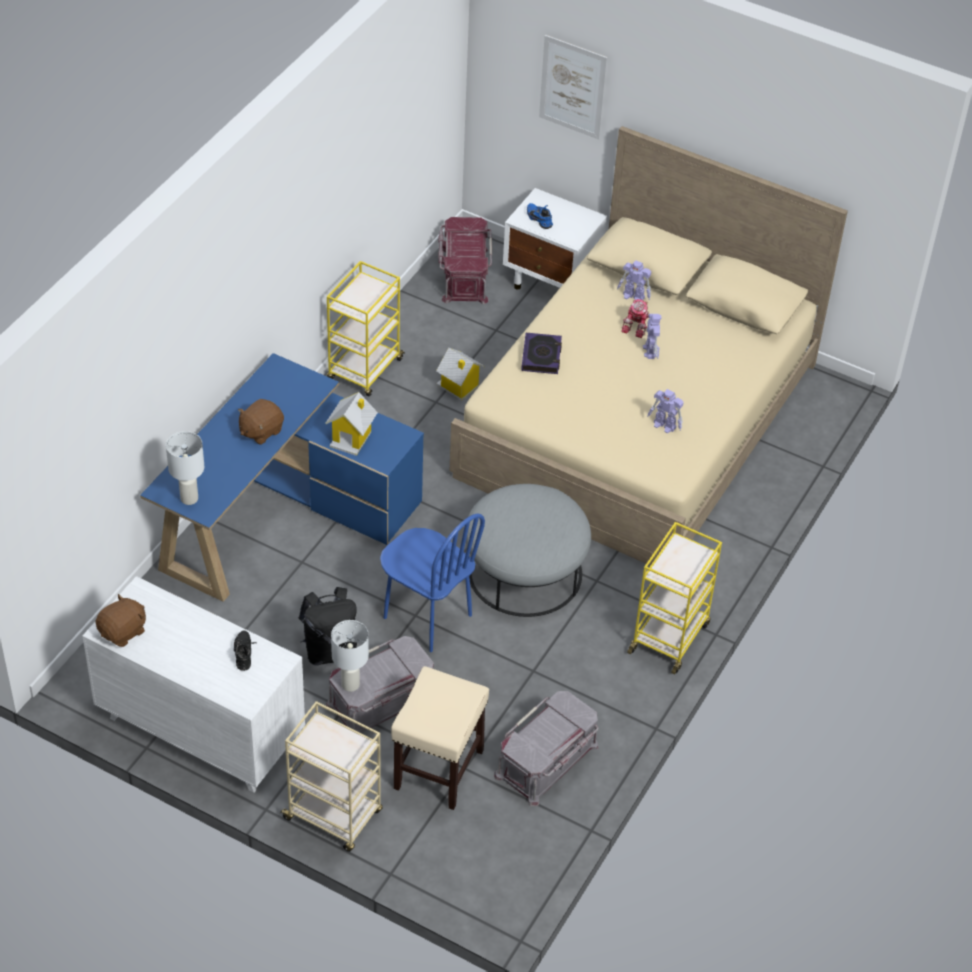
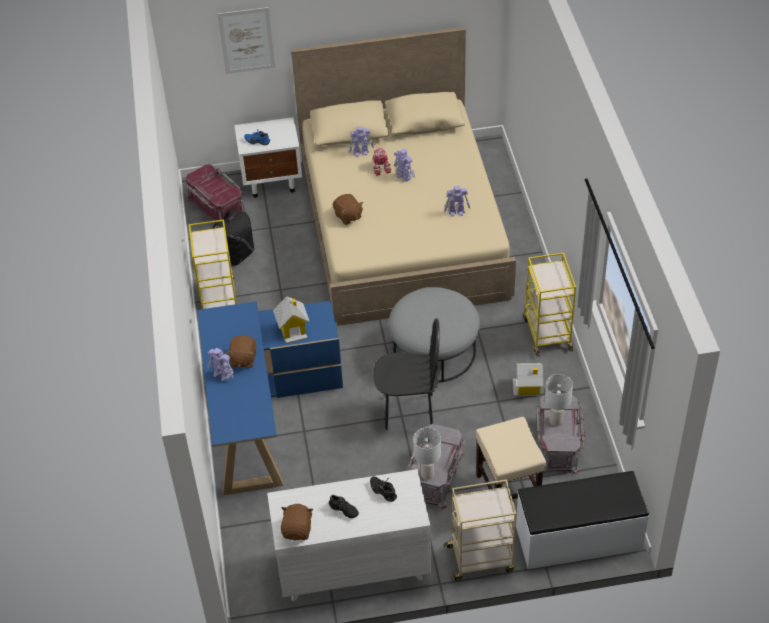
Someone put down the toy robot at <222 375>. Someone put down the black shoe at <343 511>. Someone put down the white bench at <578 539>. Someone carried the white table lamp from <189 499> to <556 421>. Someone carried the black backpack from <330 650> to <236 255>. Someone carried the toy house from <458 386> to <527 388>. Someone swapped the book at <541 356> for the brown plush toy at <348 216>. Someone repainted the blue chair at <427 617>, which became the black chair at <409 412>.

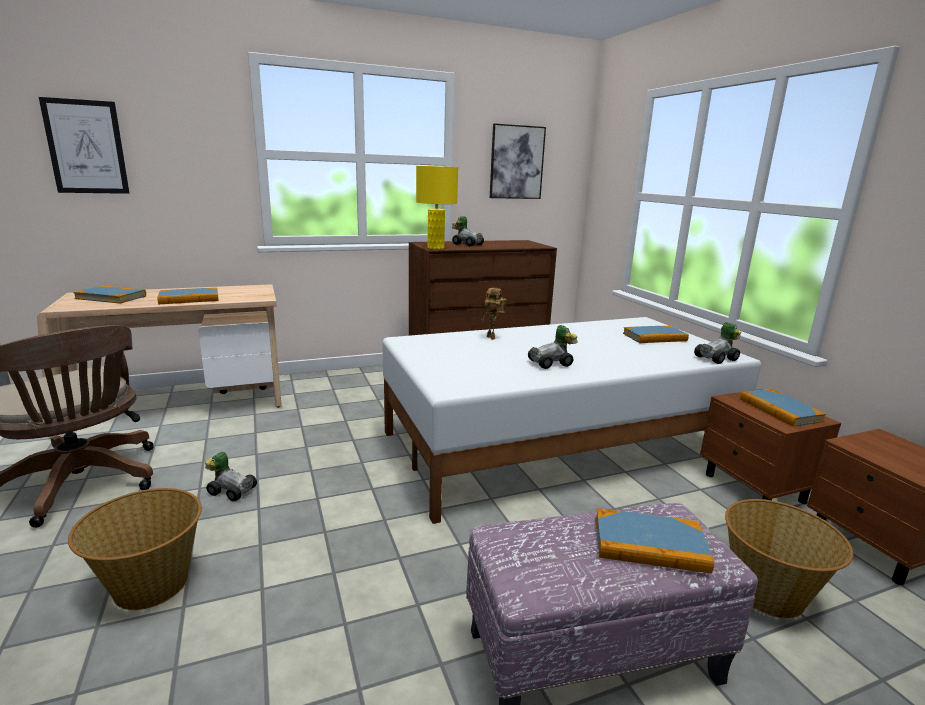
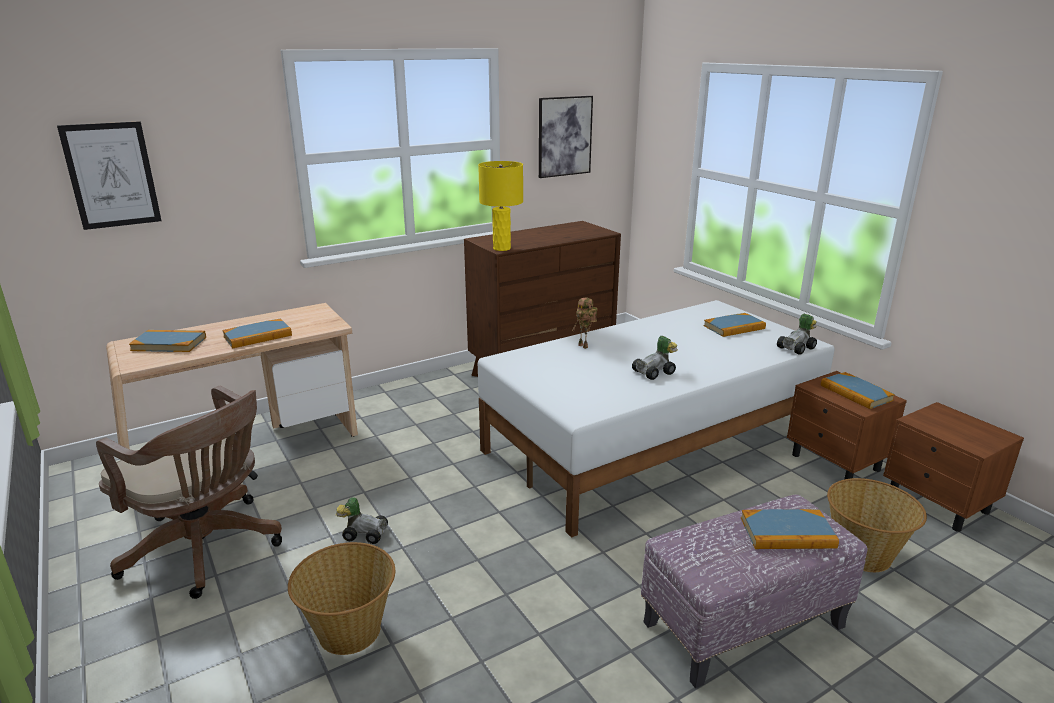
Someone took away the toy car at <466 244>.

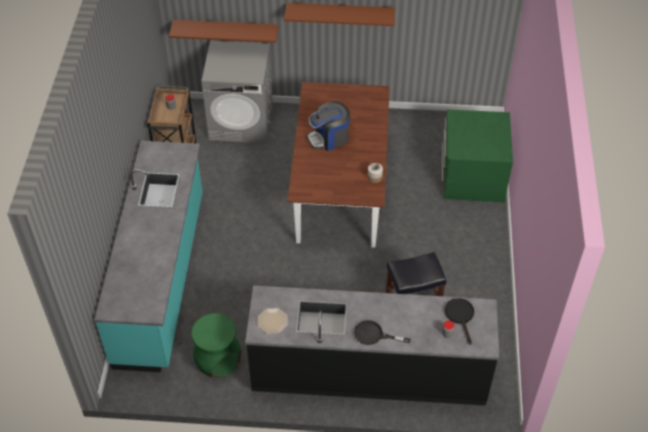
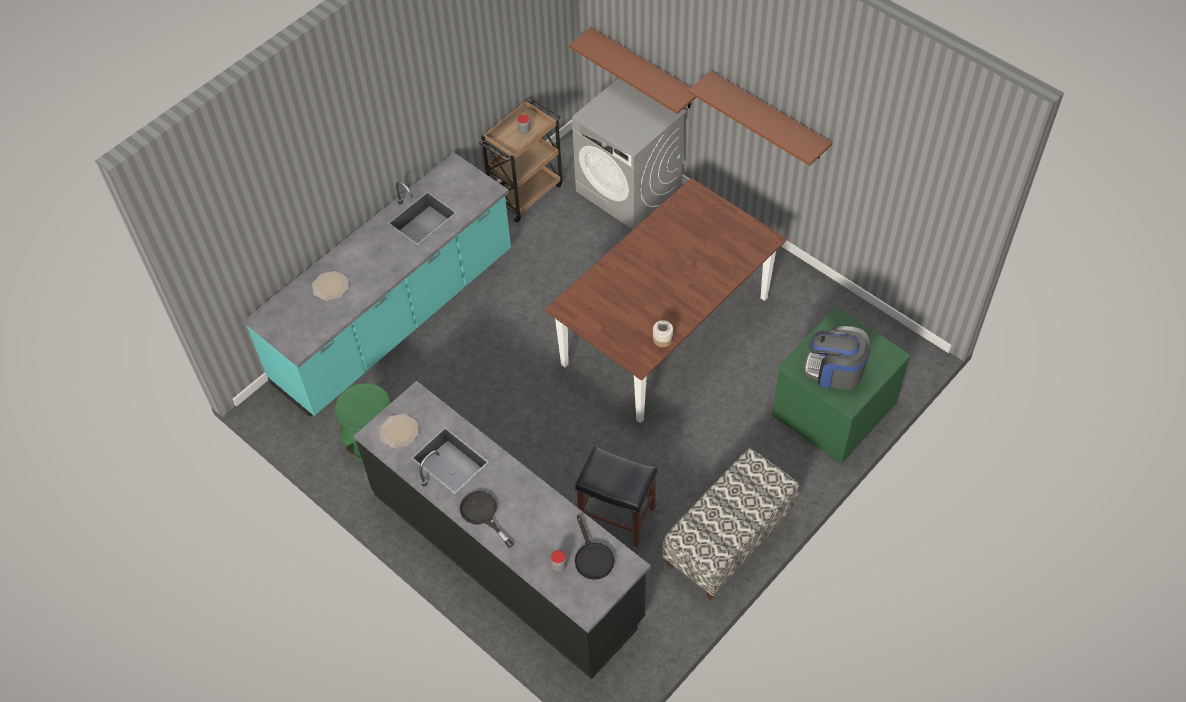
Someone put down the plate at <330 286>. Someone put down the bench at <729 540>. Someone carried the coffee machine from <329 138> to <835 371>. Someone rotated the black frying pan at <460 316> by 135 degrees clockwise.

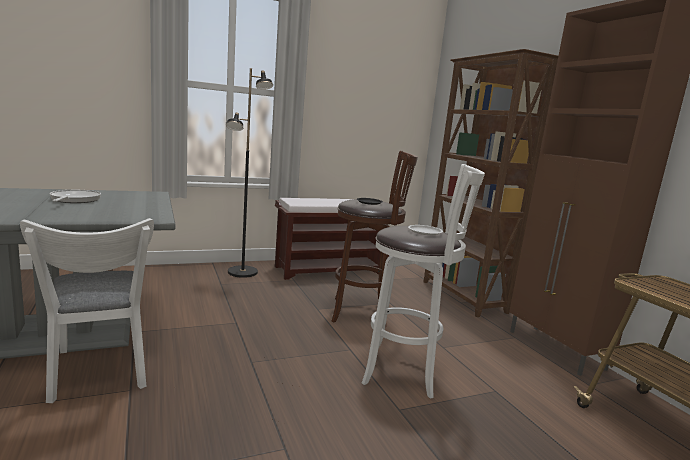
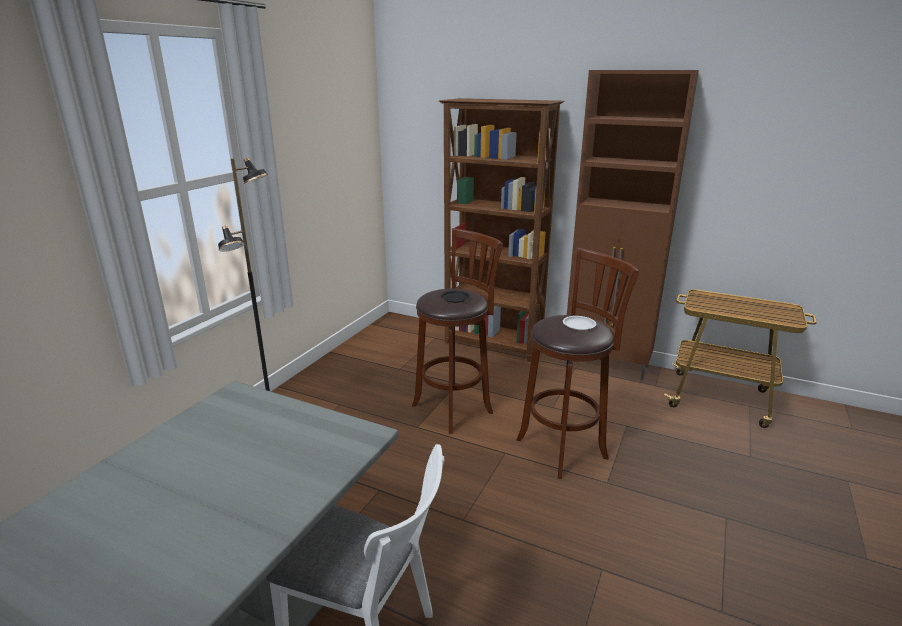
Someone took away the frying pan at <74 200>. Someone took away the brown bench at <329 270>. Someone repainted the white stool at <405 371>, which became the brown stool at <565 447>.

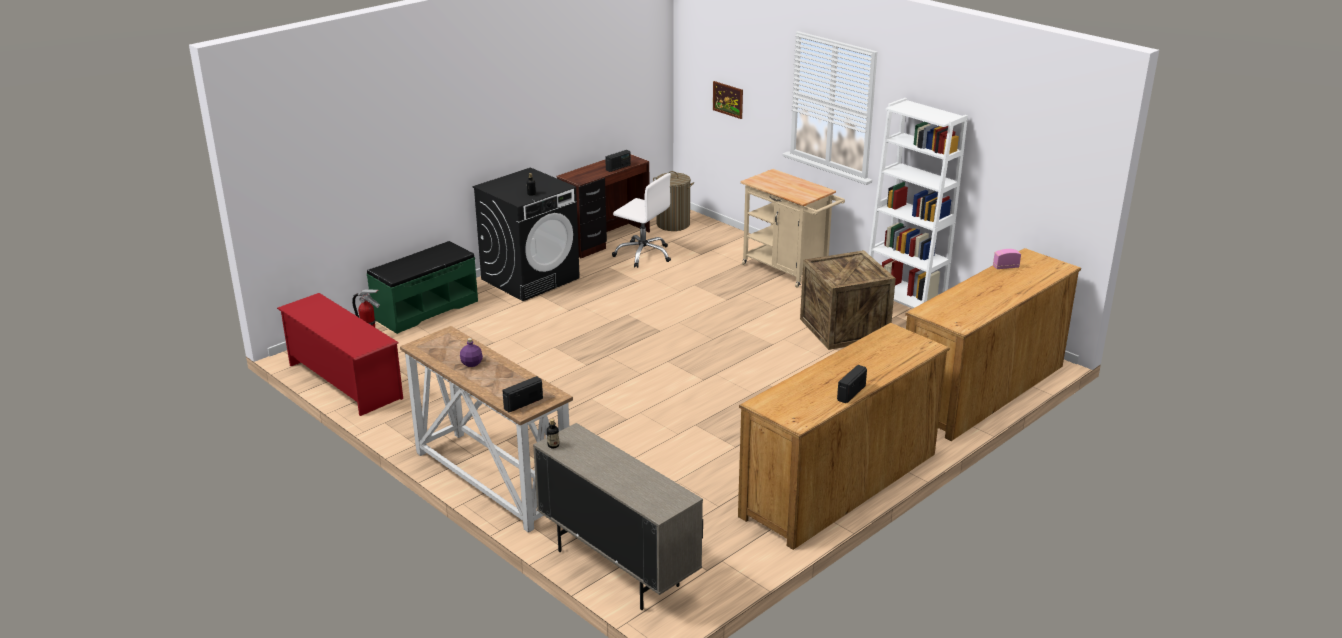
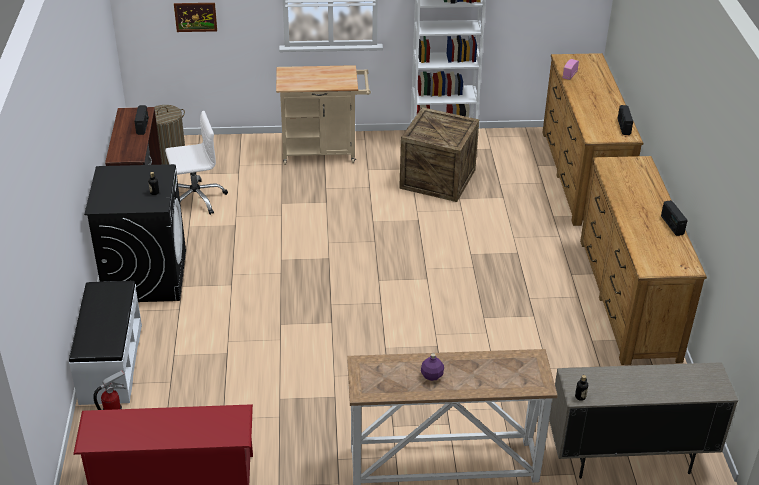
Someone carried the radio from <523 403> to <623 127>. Someone repainted the green bench at <425 309>, which became the white bench at <110 363>.

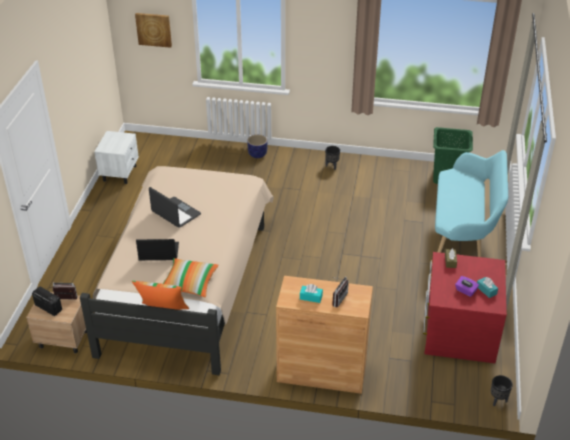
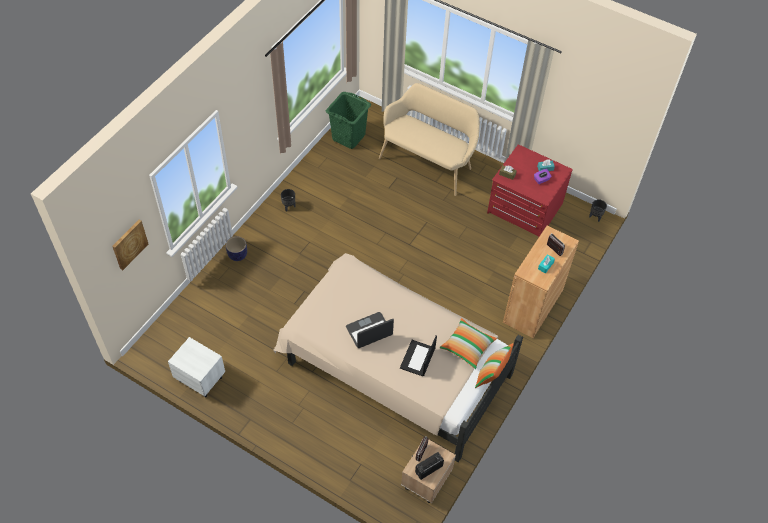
Someone repainted the turquoise bench at <462 238>, which became the beige bench at <428 162>.

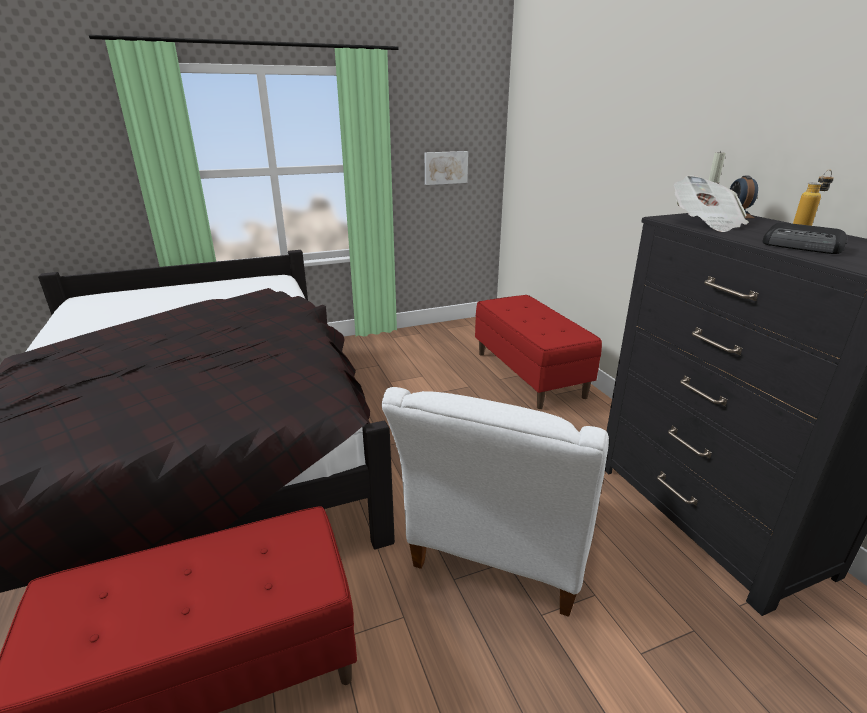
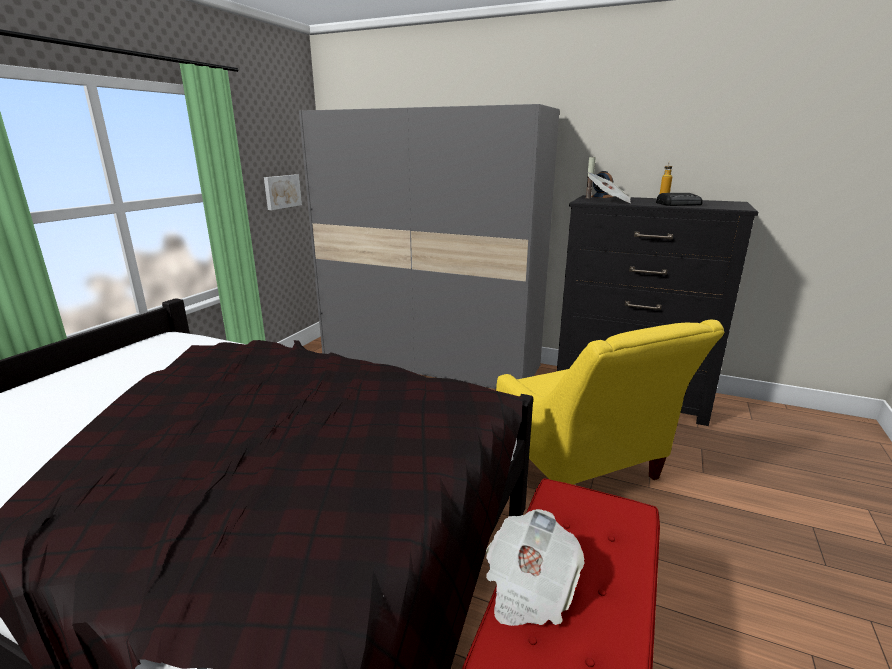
Someone put down the newspaper at <529 588>. Someone swapped the red bench at <529 374> for the grey wardrobe at <429 361>. Someone repainted the white armchair at <500 551>, which became the yellow armchair at <583 471>.

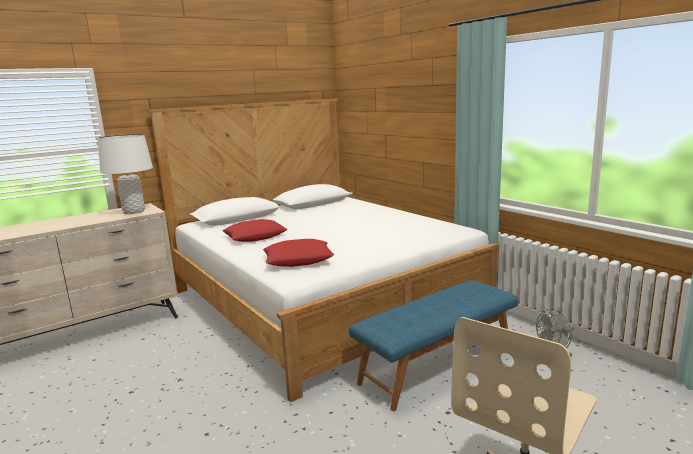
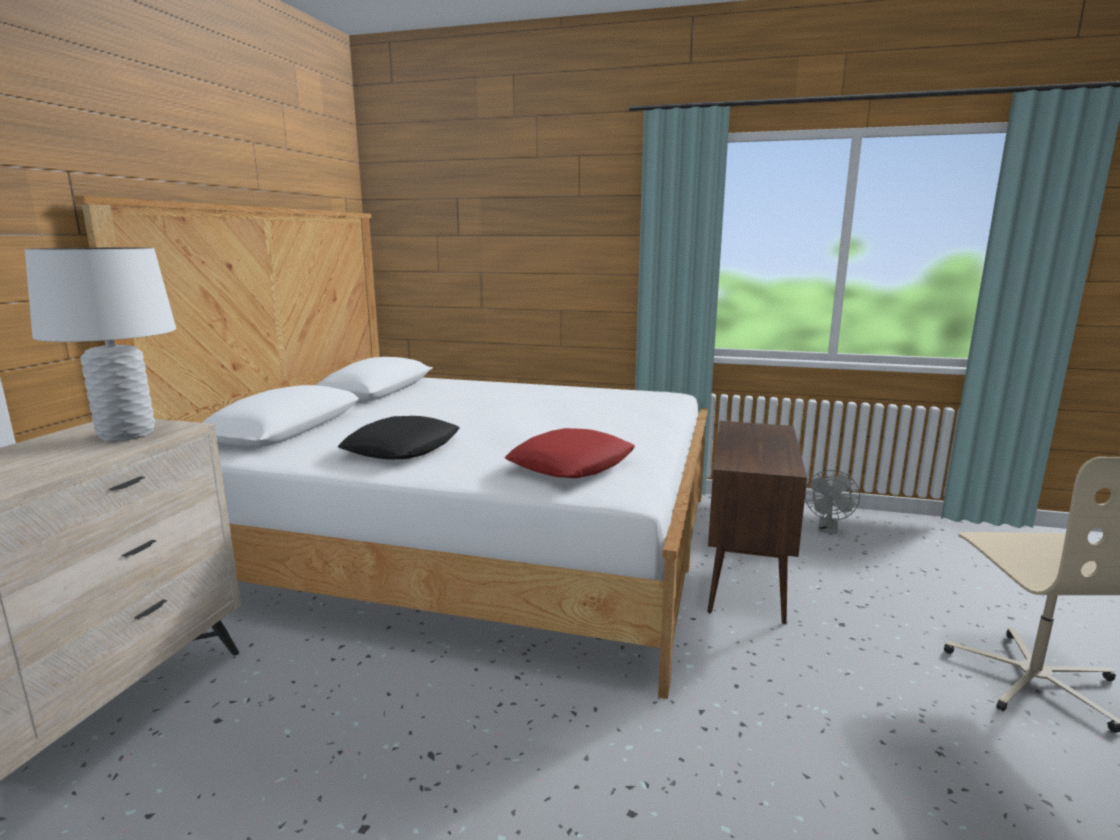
Someone swapped the blue bench at <436 365> for the brown cabinet at <745 576>. Someone repainted the red pillow at <255 236>, which became the black pillow at <402 448>.

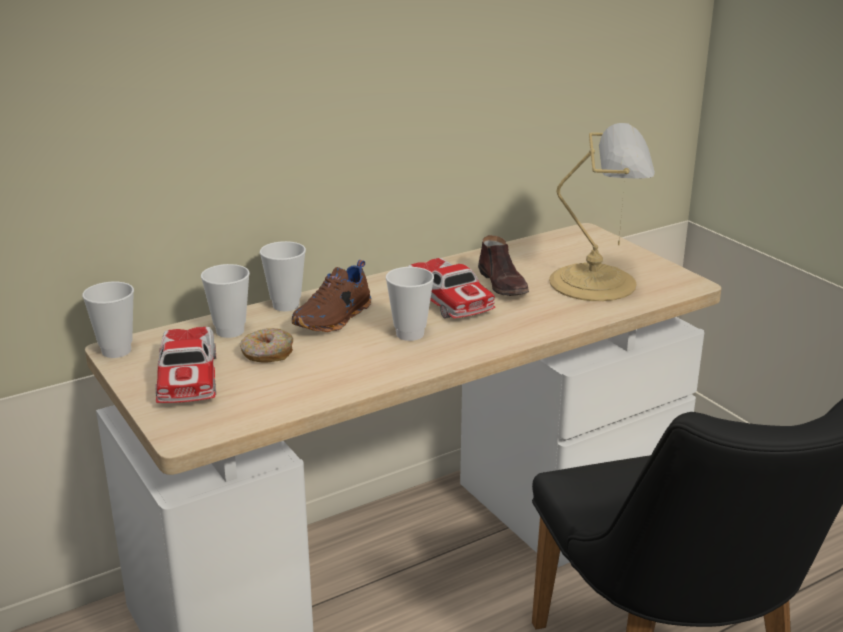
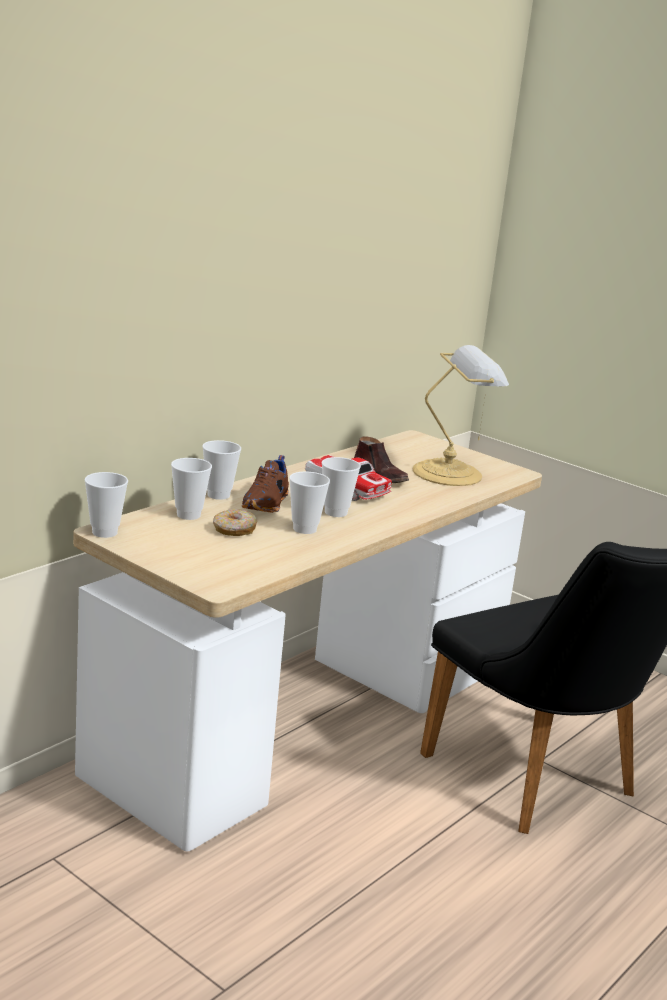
Someone took away the toy car at <188 377>. Someone put down the cup at <304 529>.

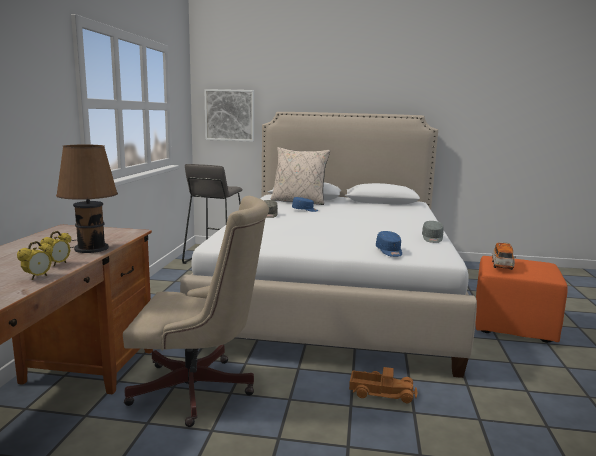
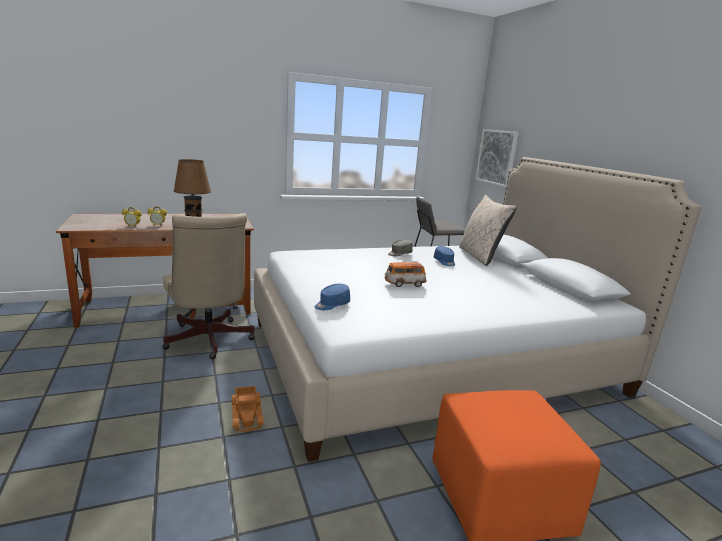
Someone took away the grey cap at <432 238>. Someone carried the toy car from <502 266> to <404 284>.

